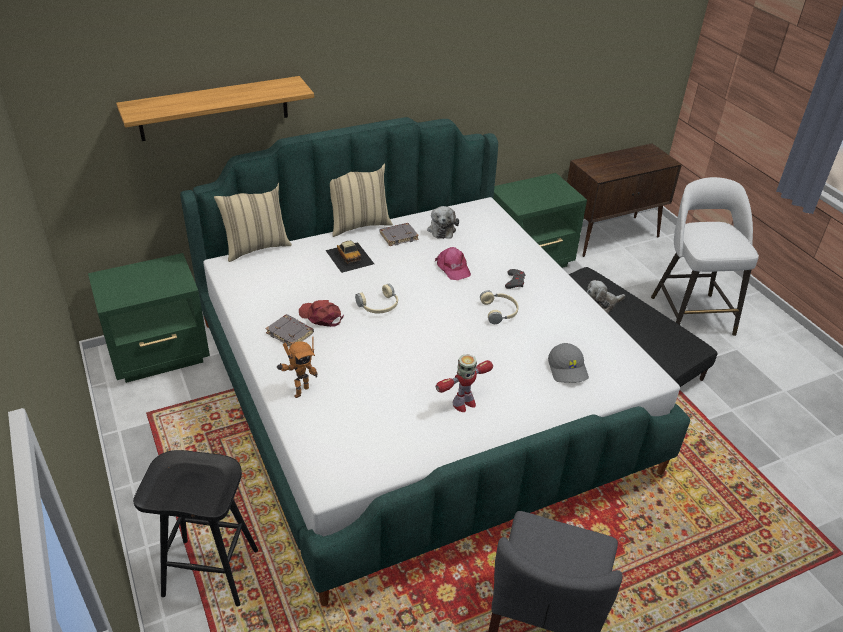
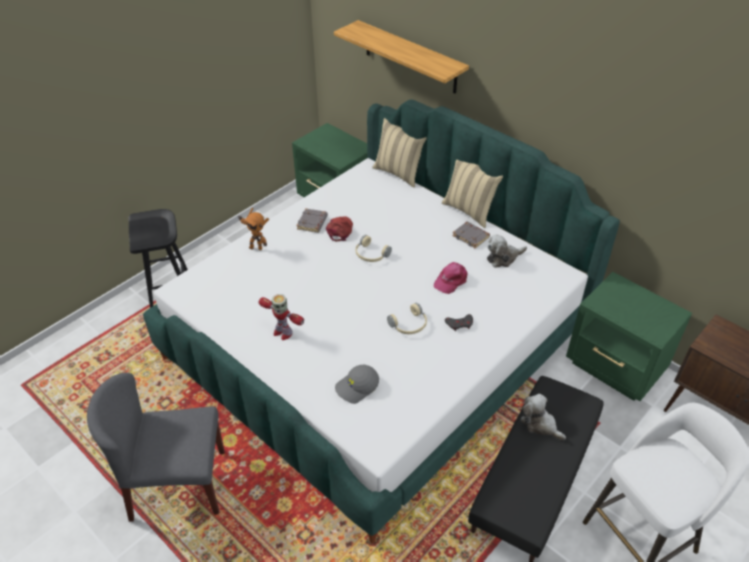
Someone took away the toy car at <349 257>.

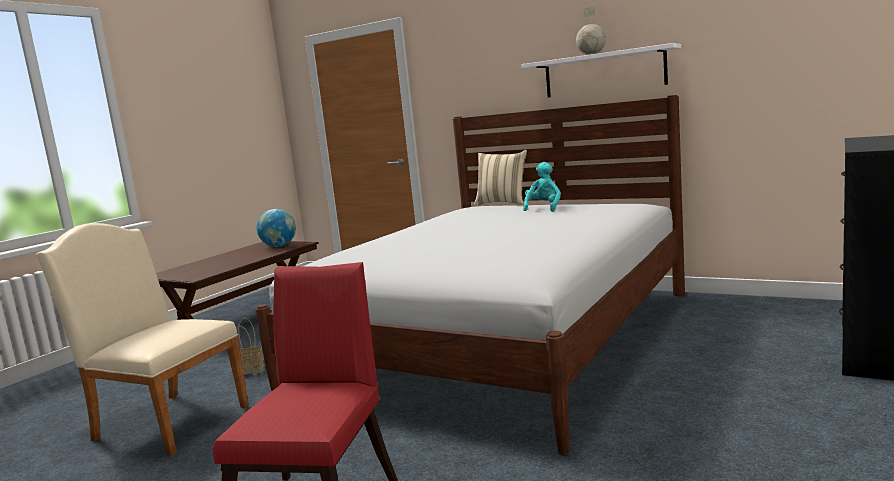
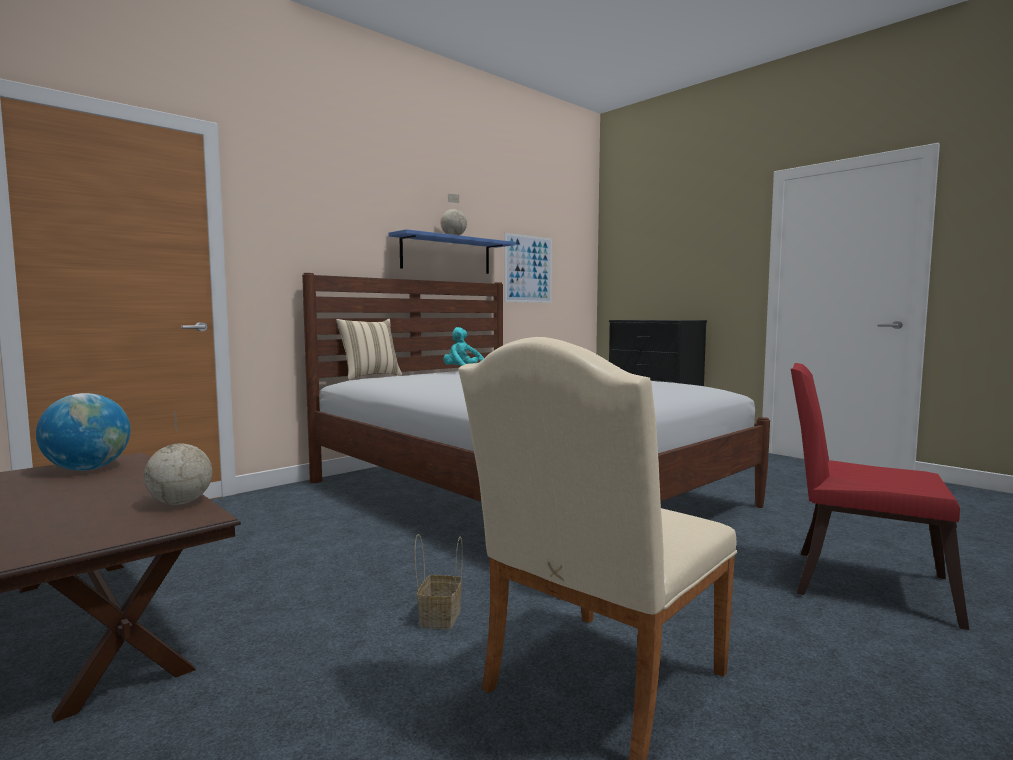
Someone put down the globe at <181 503>. Someone put up the picture at <528 269>. Someone repainted the white shelf at <604 73>, which became the blue shelf at <446 255>.

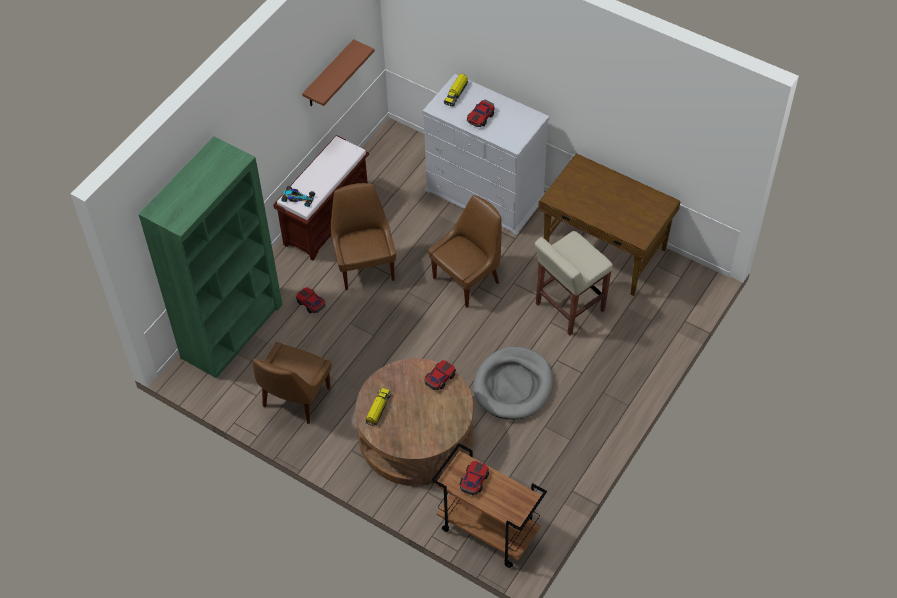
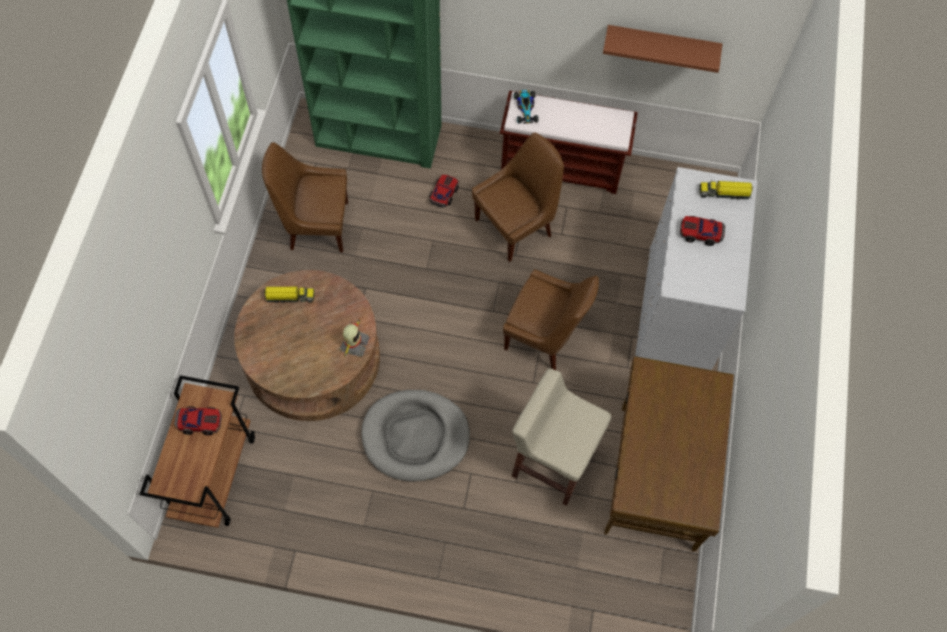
Someone swapped the toy car at <439 378> for the toy robot at <354 344>.

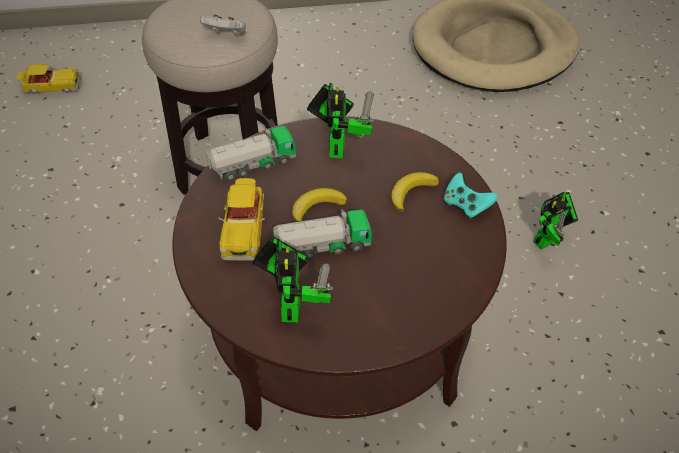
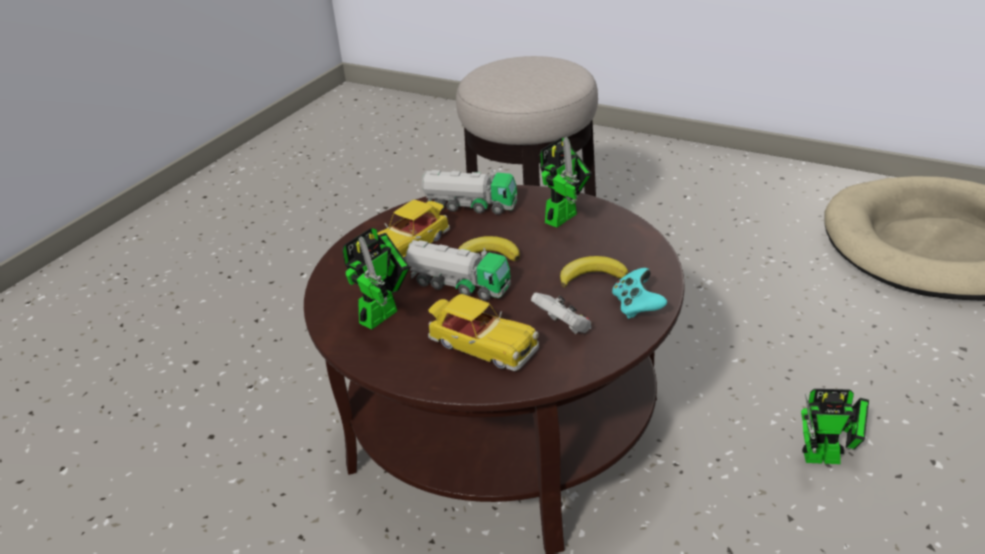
Someone carried the toy car from <51 86> to <481 345>. Someone carried the white game controller from <226 35> to <563 327>.

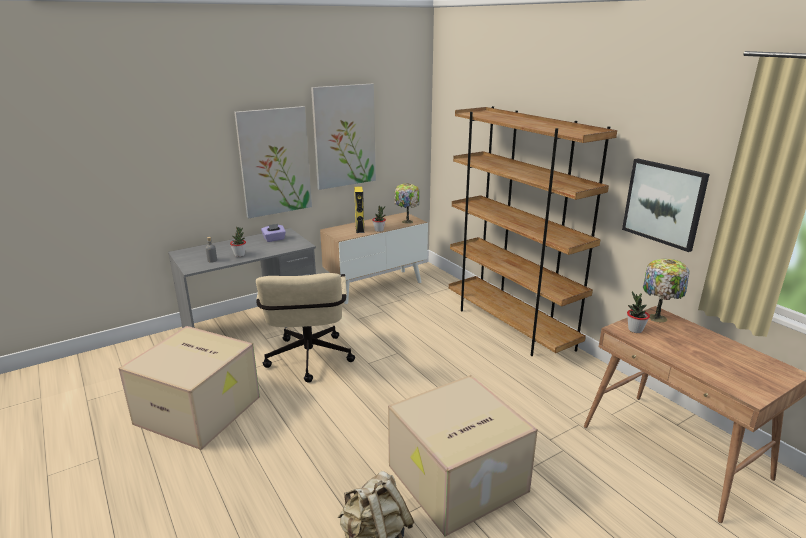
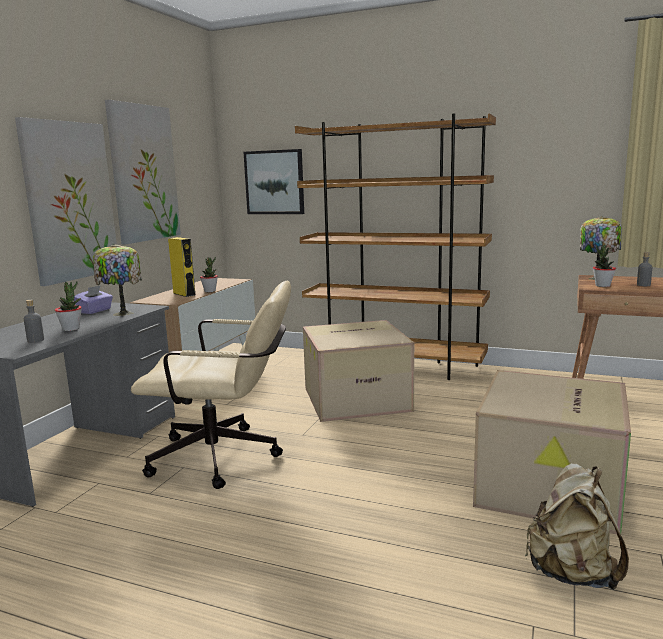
Someone put down the grey bottle at <643 285>. Someone carried the cardboard box from <200 409> to <357 398>. Someone carried the table lamp from <406 222> to <122 314>. Someone carried the picture from <664 203> to <274 182>. Someone rotated the beige office chair at <308 362> by 45 degrees counterclockwise.

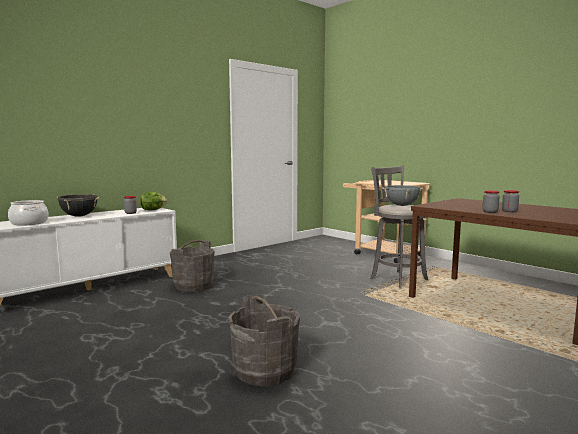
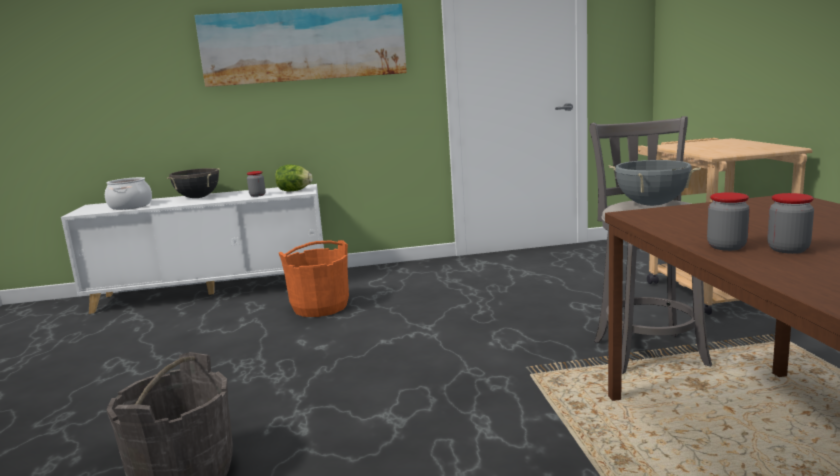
Someone put up the picture at <304 45>. Someone repainted the grey bucket at <193 285>, which became the orange bucket at <320 307>.

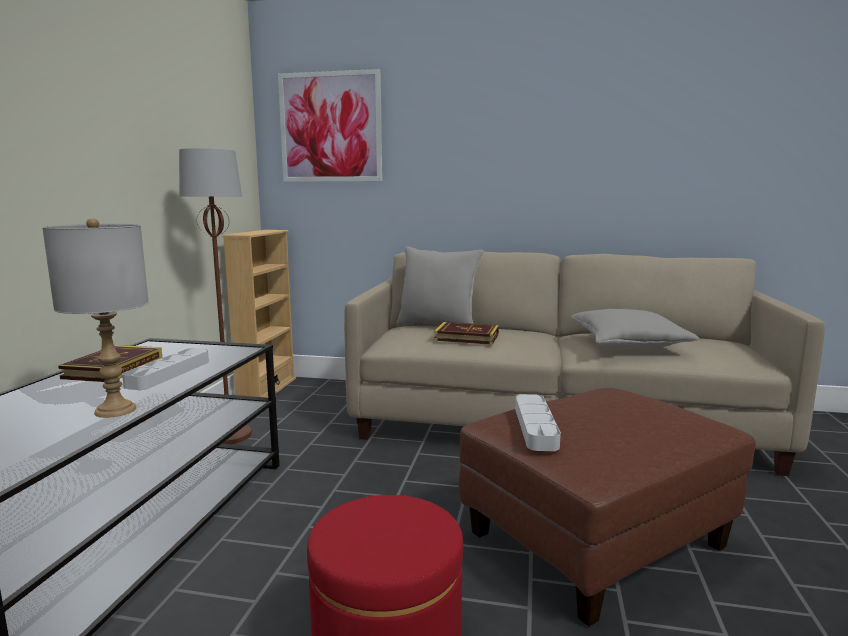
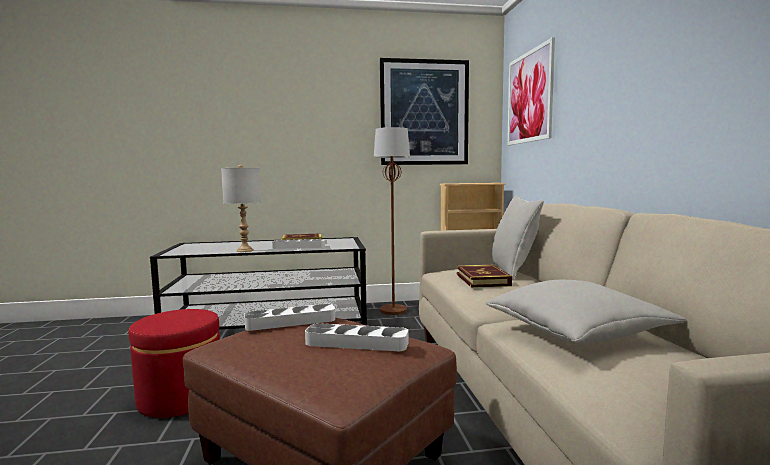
Someone put down the grey tray at <356 343>. Someone put up the picture at <424 113>.

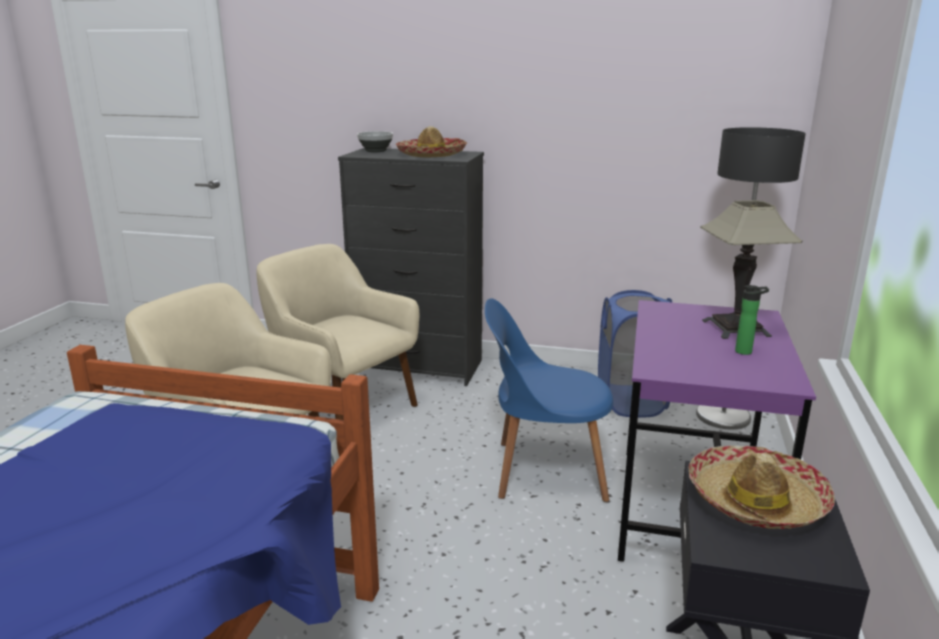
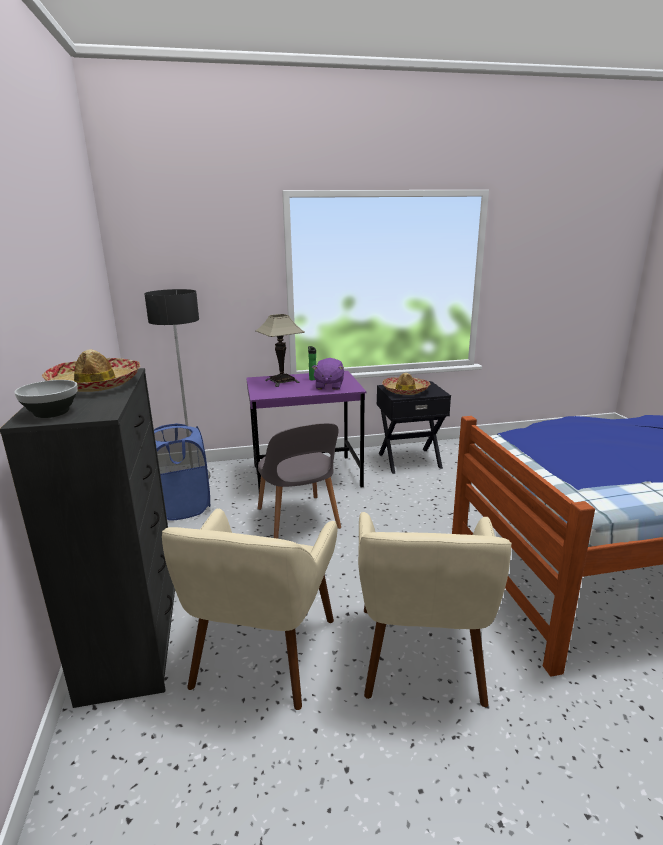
Someone put down the purple plush toy at <328 386>. Someone repainted the blue chair at <544 471>, which became the grey chair at <298 520>.

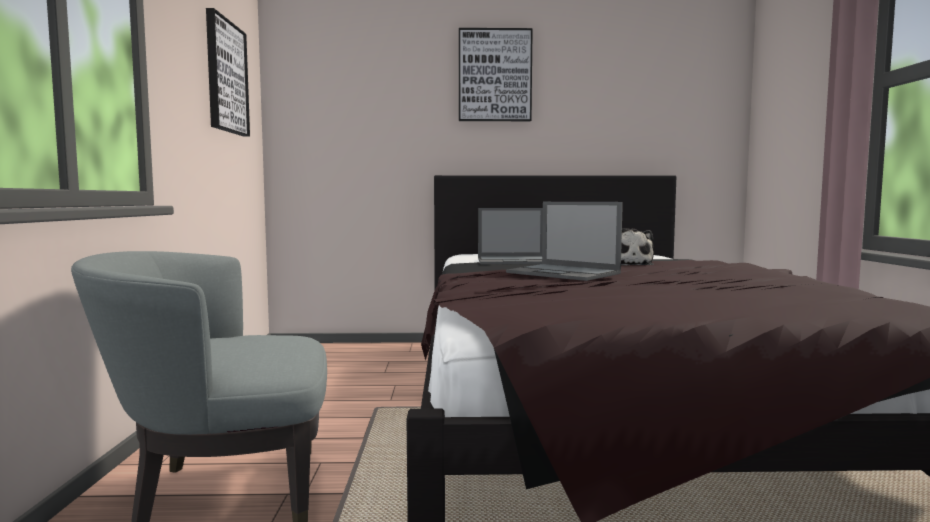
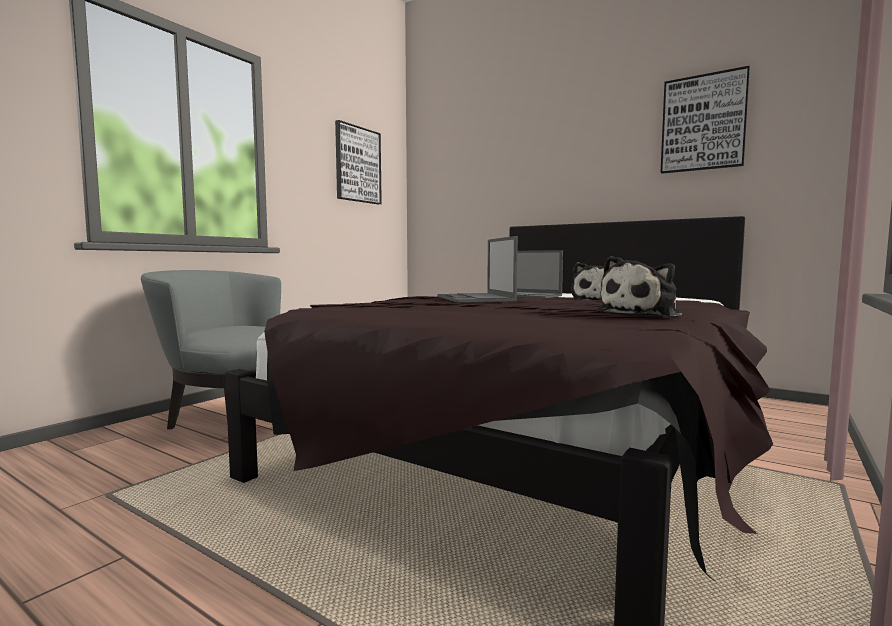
Someone put down the plush toy at <642 314>. Someone carried the picture from <495 75> to <703 123>.

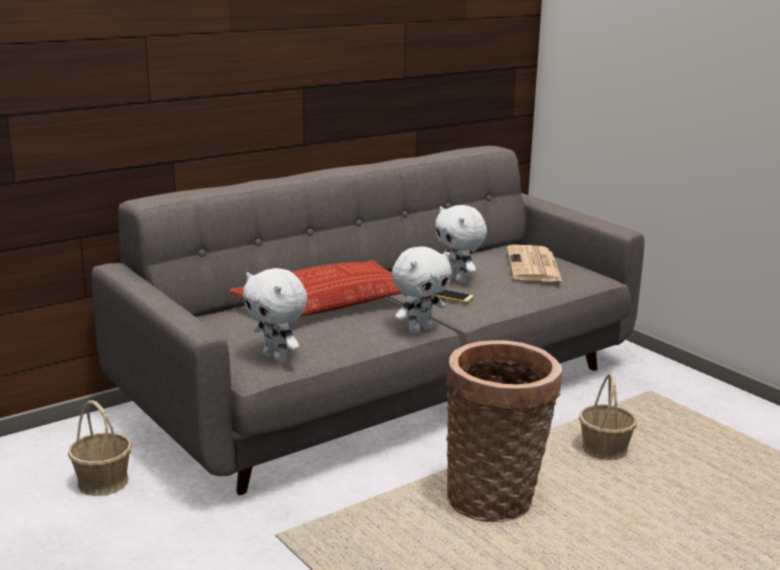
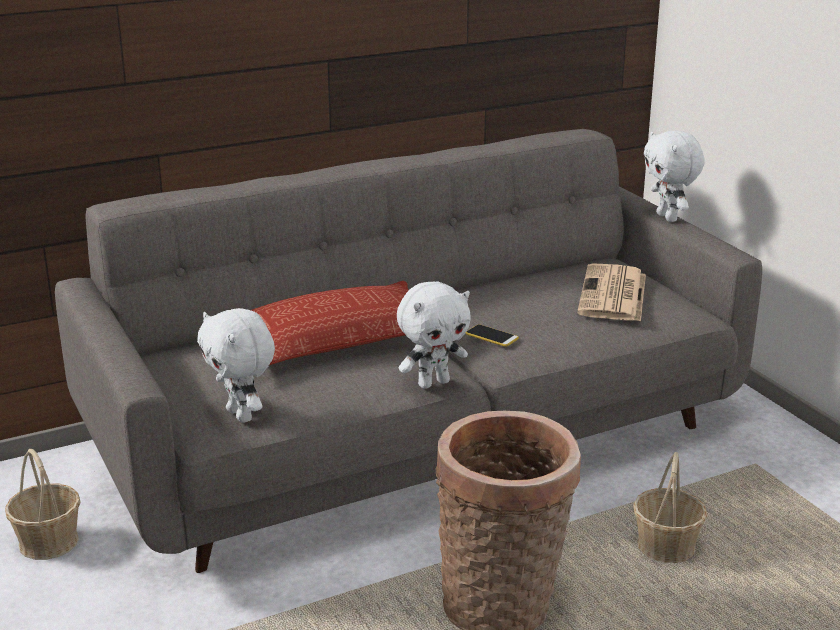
Someone carried the white plush toy from <458 280> to <668 217>.

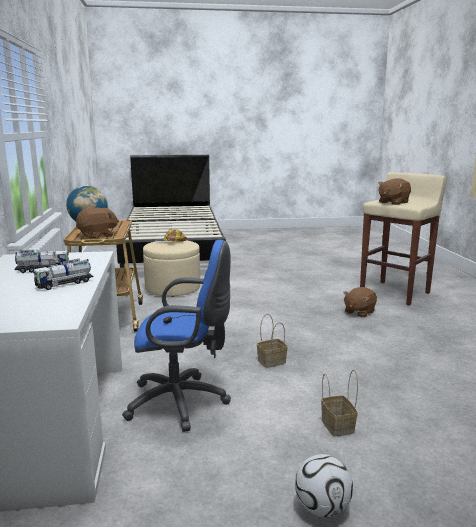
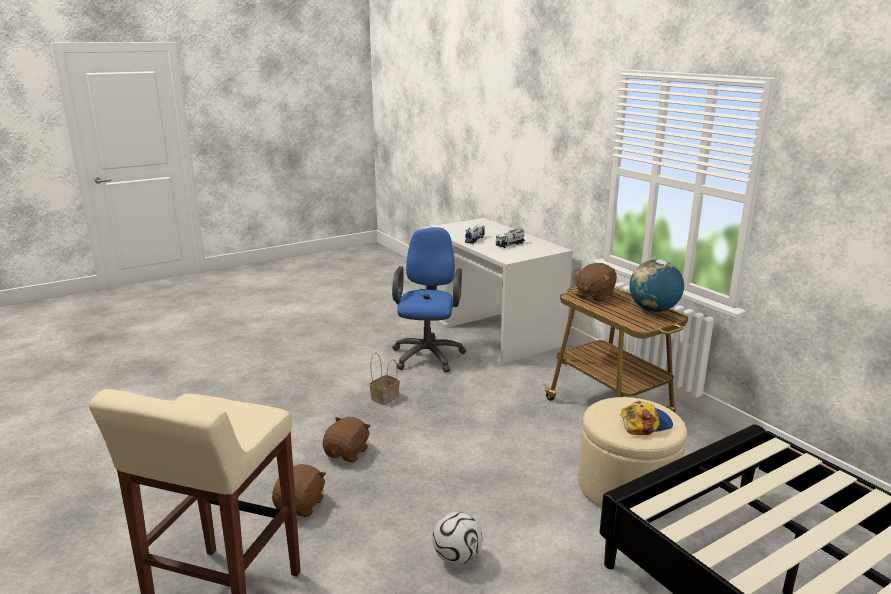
Someone took away the basket at <336 425>. Someone carried the football from <322 508> to <457 557>. Someone carried the brown plush toy from <393 202> to <347 453>. Someone rotated the blue office chair at <182 402> by 120 degrees clockwise.

